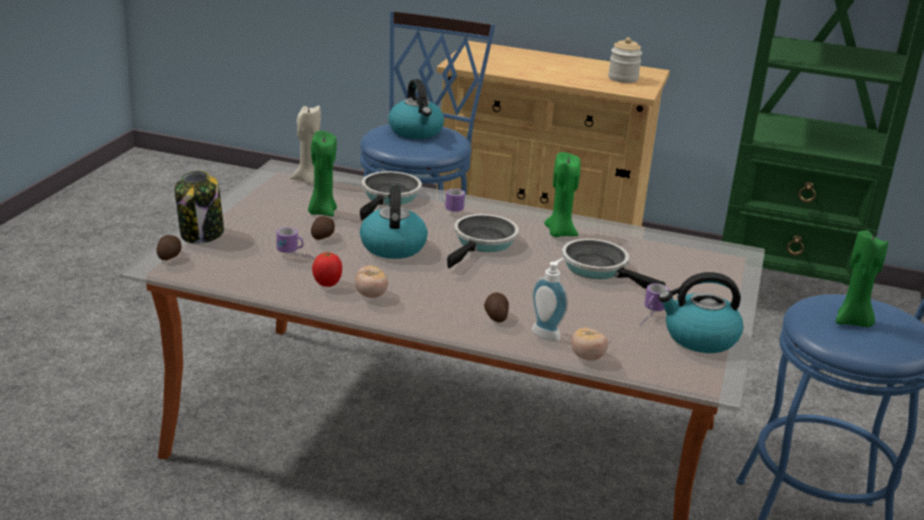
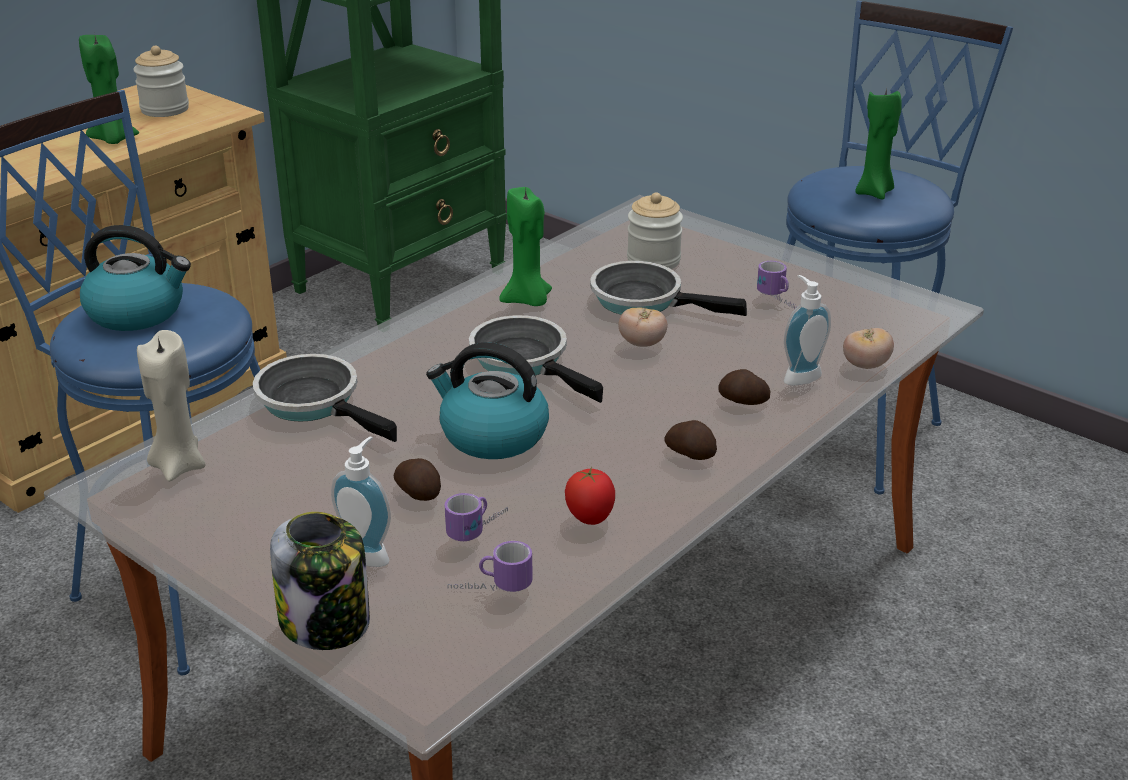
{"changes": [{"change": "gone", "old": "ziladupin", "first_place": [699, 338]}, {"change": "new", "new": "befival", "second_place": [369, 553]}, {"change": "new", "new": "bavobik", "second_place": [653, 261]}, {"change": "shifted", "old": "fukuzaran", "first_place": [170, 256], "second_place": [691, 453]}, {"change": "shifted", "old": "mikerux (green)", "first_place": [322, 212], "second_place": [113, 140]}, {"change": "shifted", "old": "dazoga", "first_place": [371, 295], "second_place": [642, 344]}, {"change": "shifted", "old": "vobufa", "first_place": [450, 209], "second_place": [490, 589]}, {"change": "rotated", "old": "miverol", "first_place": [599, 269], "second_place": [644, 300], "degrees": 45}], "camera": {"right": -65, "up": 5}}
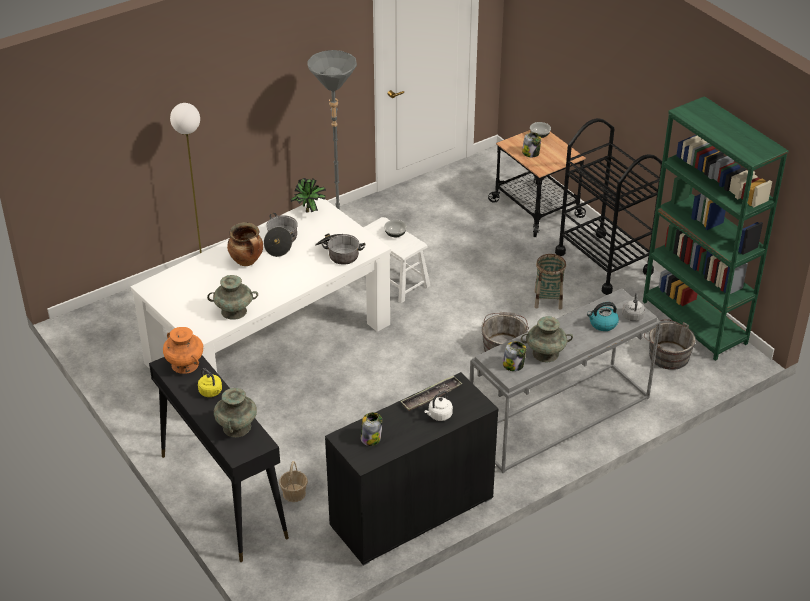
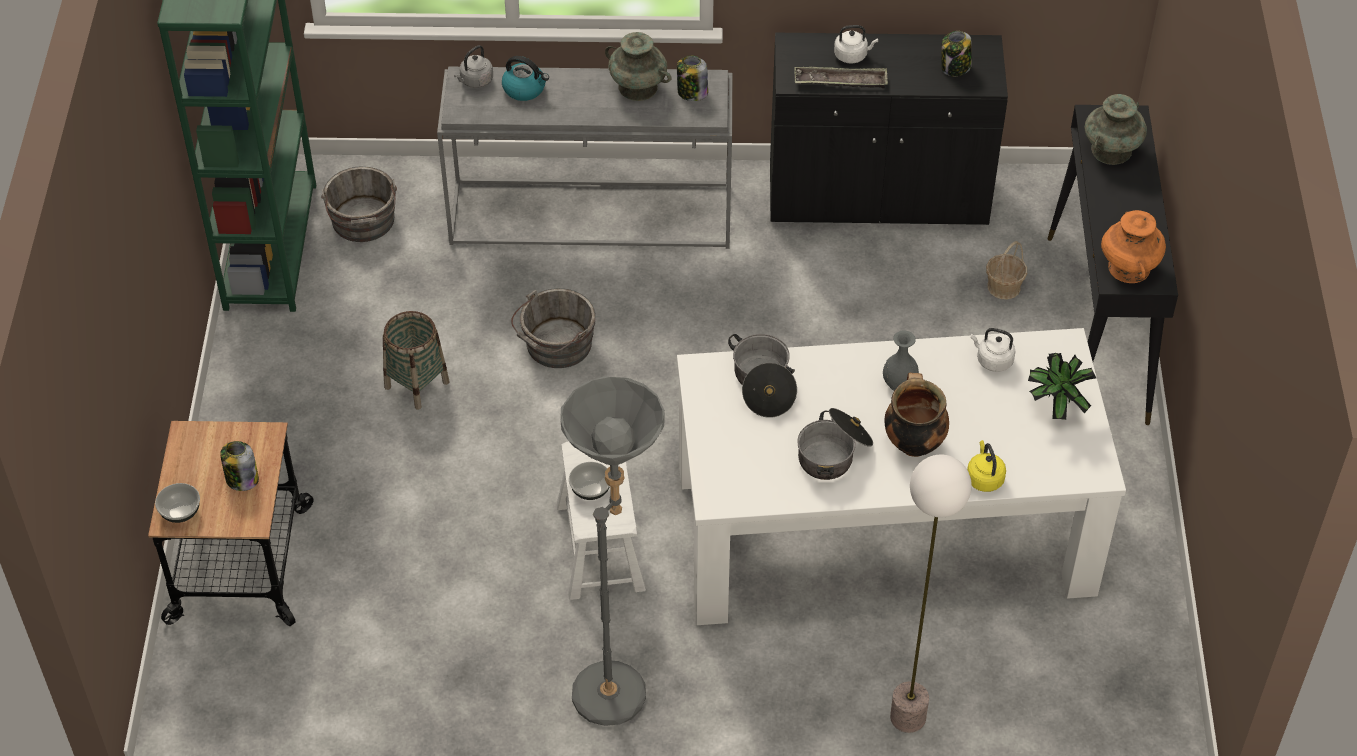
{"changes": [{"change": "gone", "old": "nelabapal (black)", "first_place": [603, 263]}, {"change": "new", "new": "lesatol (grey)", "second_place": [899, 383]}, {"change": "shifted", "old": "ziladupin (yellow)", "first_place": [211, 392], "second_place": [984, 478]}, {"change": "shifted", "old": "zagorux", "first_place": [310, 211], "second_place": [1055, 408]}, {"change": "swapped", "old": "lesatol (turquoise)", "new": "ziladupin (white)", "first_place": [234, 311], "second_place": [992, 360]}], "camera": {"right": -145, "up": 10}}
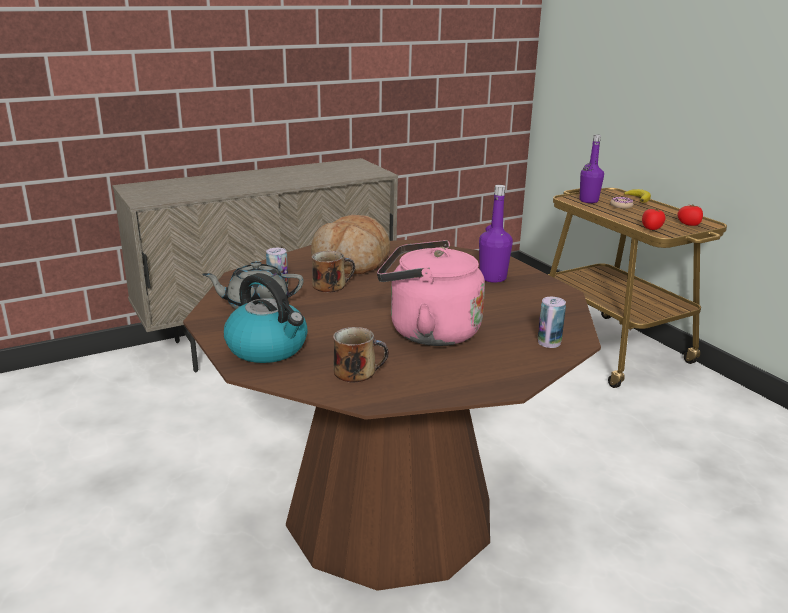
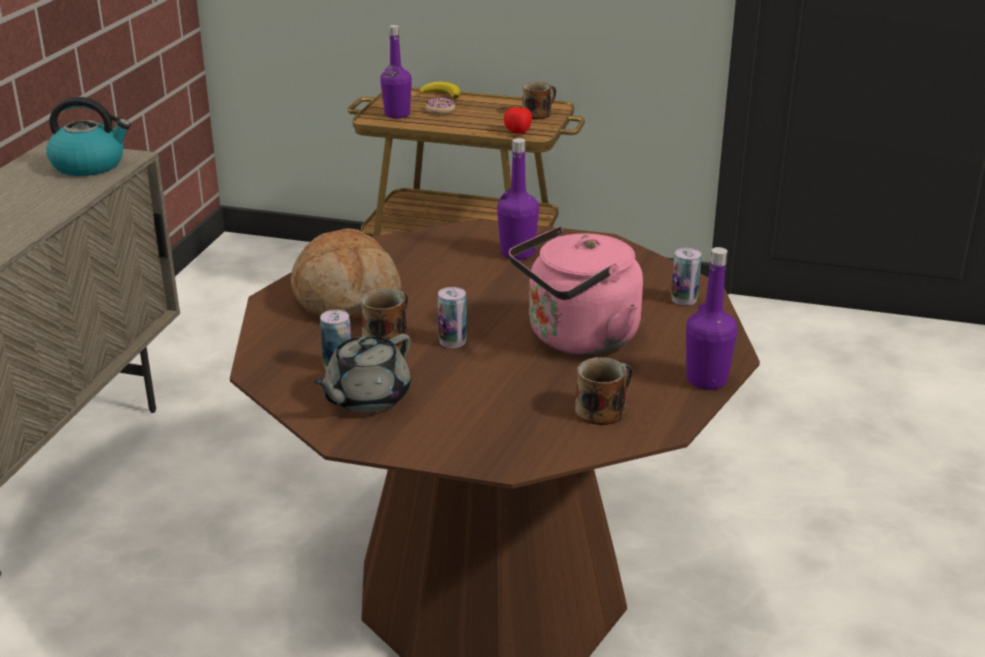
{"changes": [{"change": "new", "new": "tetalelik", "second_place": [452, 341]}, {"change": "new", "new": "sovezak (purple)", "second_place": [706, 380]}, {"change": "shifted", "old": "ziladupin", "first_place": [268, 348], "second_place": [90, 165]}, {"change": "swapped", "old": "dazoga", "new": "vobufa", "first_place": [689, 224], "second_place": [538, 113]}], "camera": {"right": -45, "up": 5}}
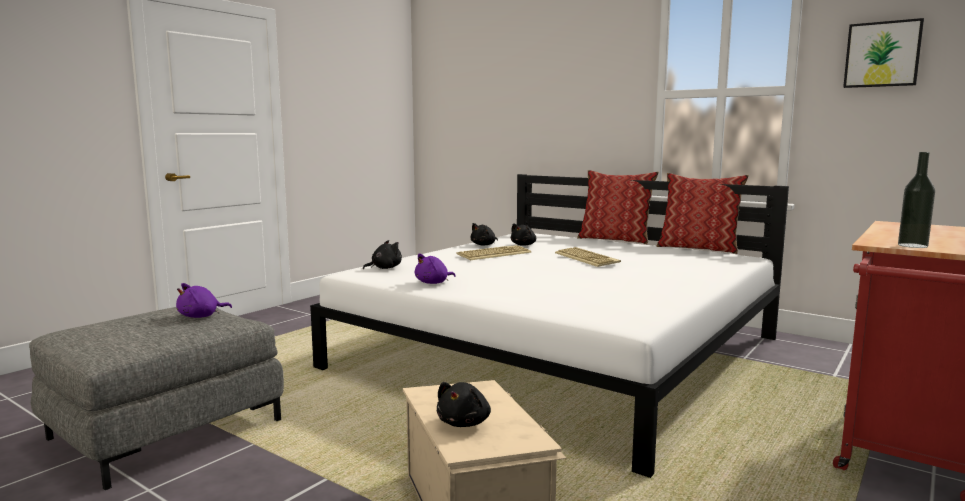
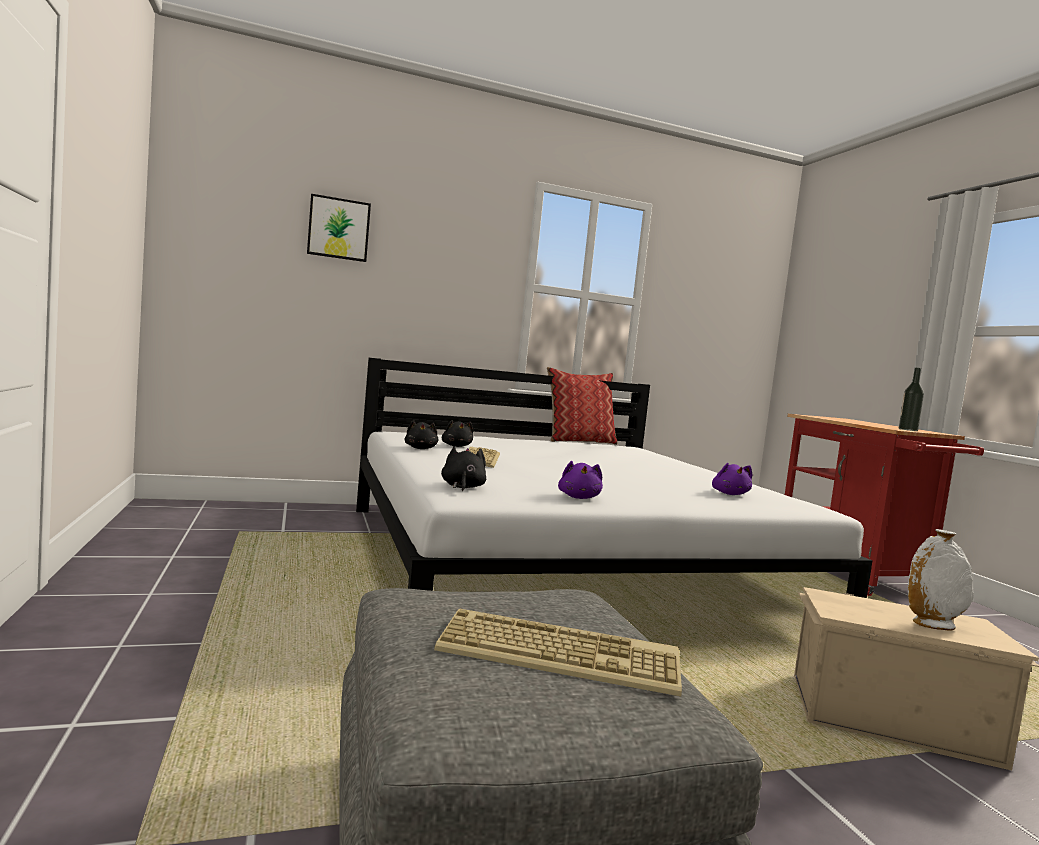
{"changes": [{"change": "gone", "old": "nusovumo", "first_place": [615, 239]}, {"change": "shifted", "old": "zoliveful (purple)", "first_place": [201, 316], "second_place": [730, 494]}, {"change": "shifted", "old": "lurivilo", "first_place": [588, 258], "second_place": [561, 652]}, {"change": "shifted", "old": "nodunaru", "first_place": [882, 54], "second_place": [338, 229]}, {"change": "swapped", "old": "zoliveful (black)", "new": "lesatol (white)", "first_place": [465, 422], "second_place": [934, 625]}], "camera": {"right": -55, "up": -5}}
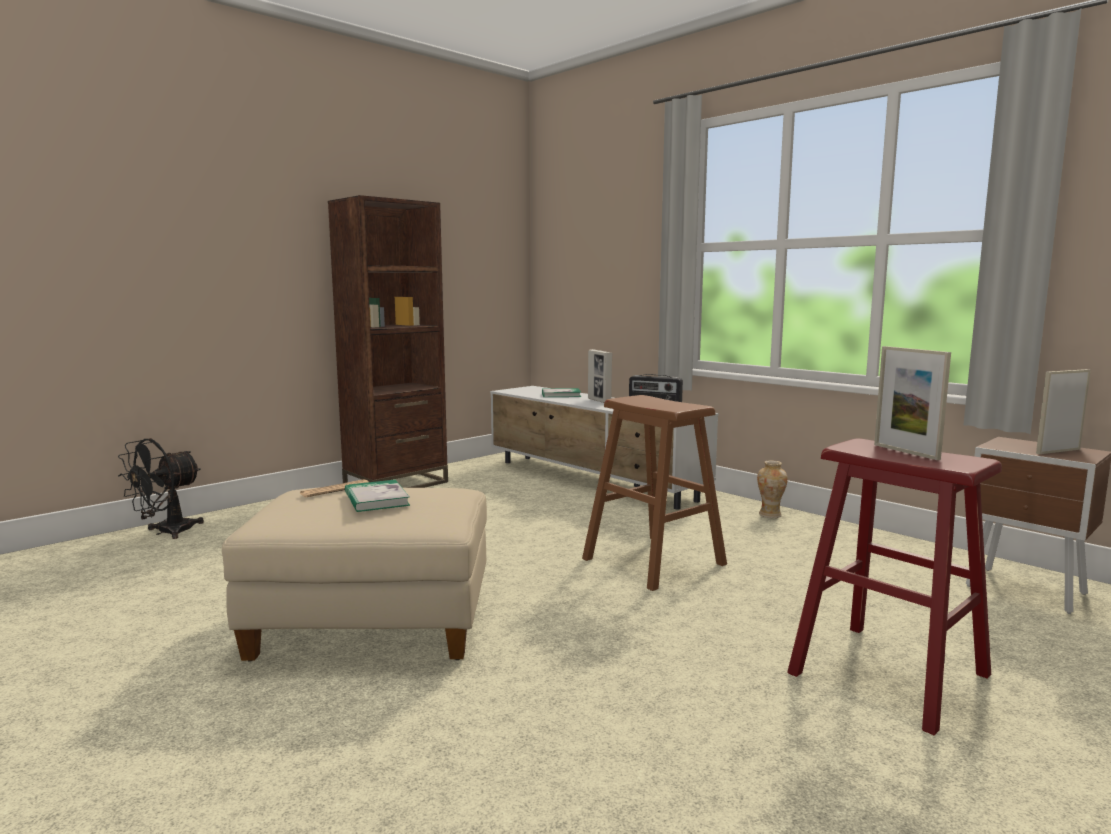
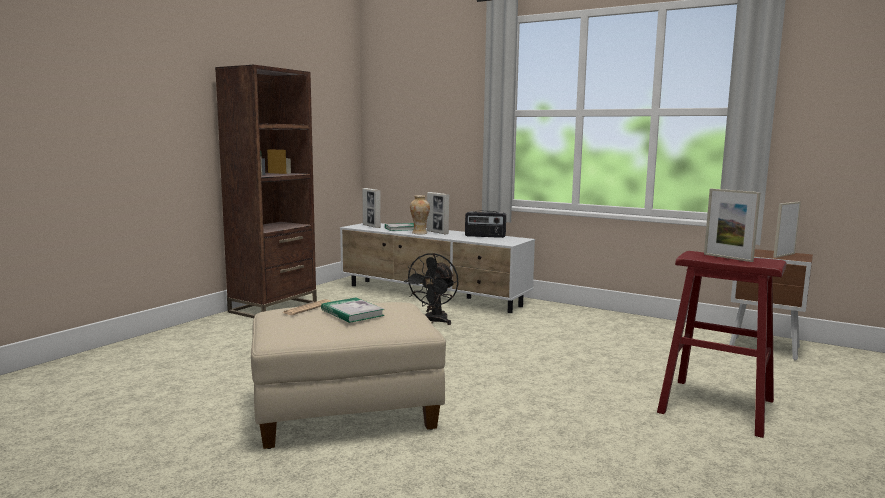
{"changes": [{"change": "gone", "old": "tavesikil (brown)", "first_place": [654, 561]}, {"change": "new", "new": "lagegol", "second_place": [371, 226]}, {"change": "shifted", "old": "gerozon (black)", "first_place": [166, 532], "second_place": [434, 321]}, {"change": "shifted", "old": "lesatol", "first_place": [770, 515], "second_place": [419, 233]}], "camera": {"right": -15, "up": 0}}
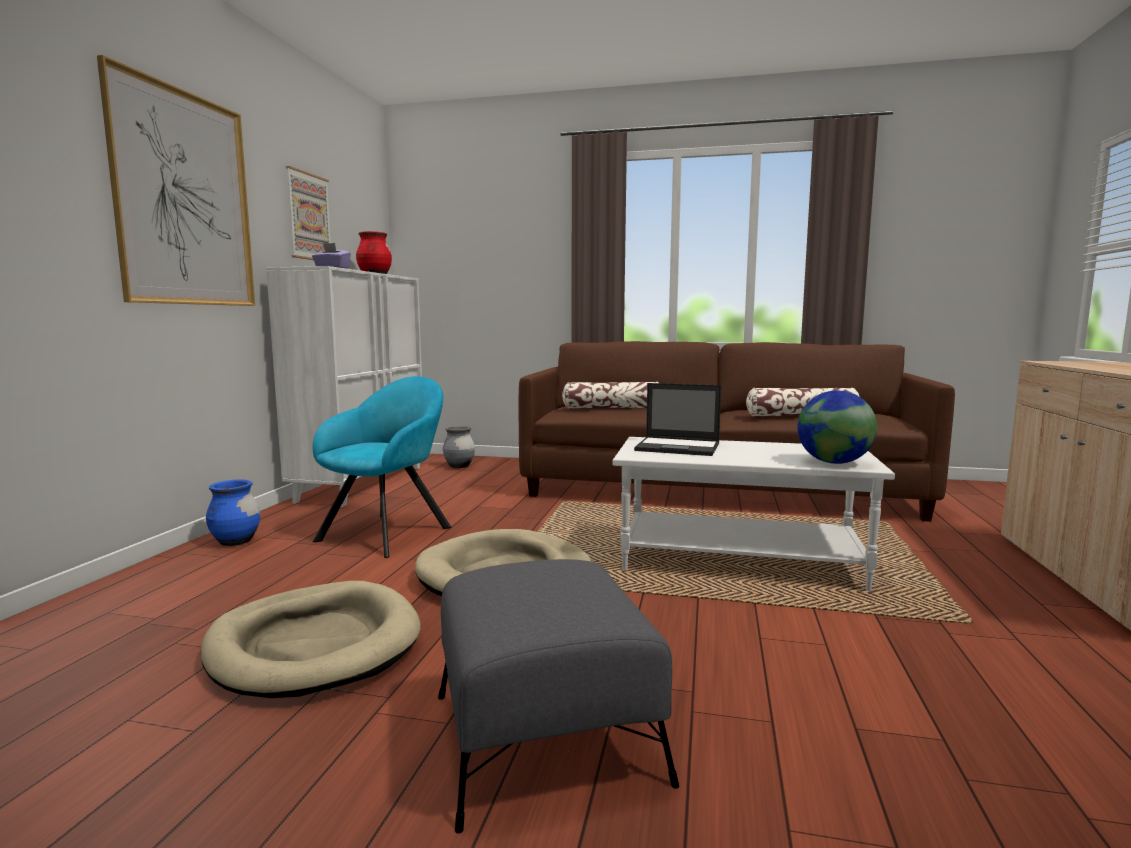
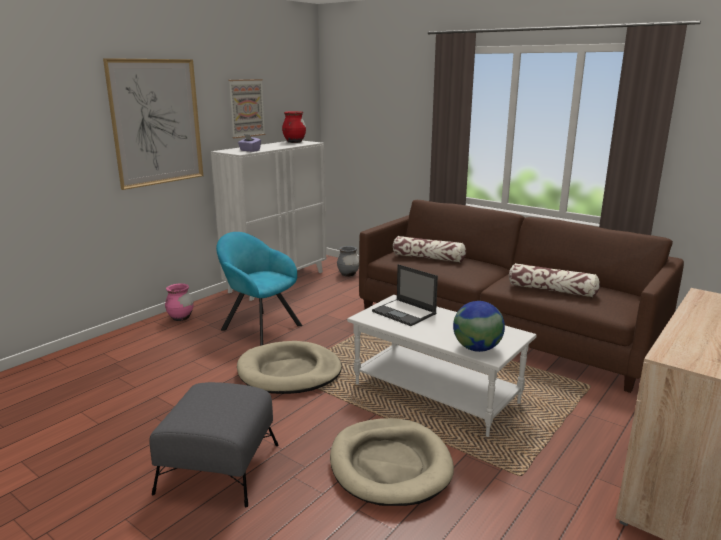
{"changes": [{"change": "shifted", "old": "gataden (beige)", "first_place": [315, 645], "second_place": [390, 465]}, {"change": "repainted", "old": "lesatol (blue)", "new": "lesatol (pink)", "first_place": [236, 542], "second_place": [181, 318]}, {"change": "rotated", "old": "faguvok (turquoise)", "first_place": [389, 532], "second_place": [259, 326], "degrees": -105}], "camera": {"right": 25, "up": 10}}
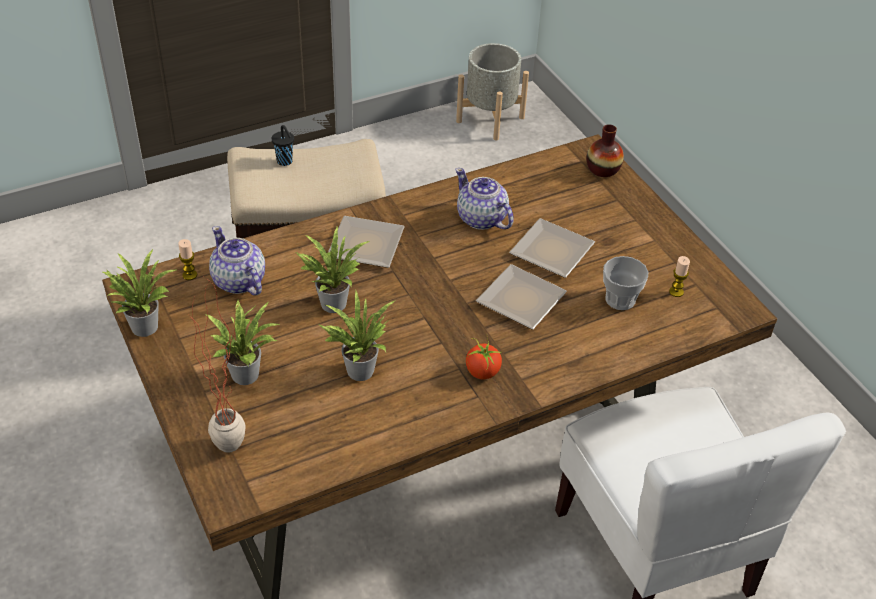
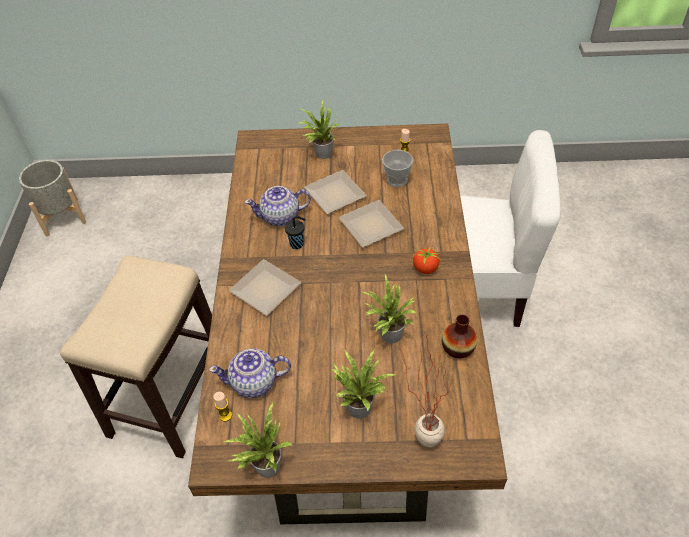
{"changes": [{"change": "shifted", "old": "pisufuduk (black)", "first_place": [285, 162], "second_place": [297, 244]}, {"change": "shifted", "old": "zagorux", "first_place": [332, 301], "second_place": [321, 153]}, {"change": "shifted", "old": "lesatol", "first_place": [603, 169], "second_place": [458, 348]}], "camera": {"right": -60, "up": 5}}
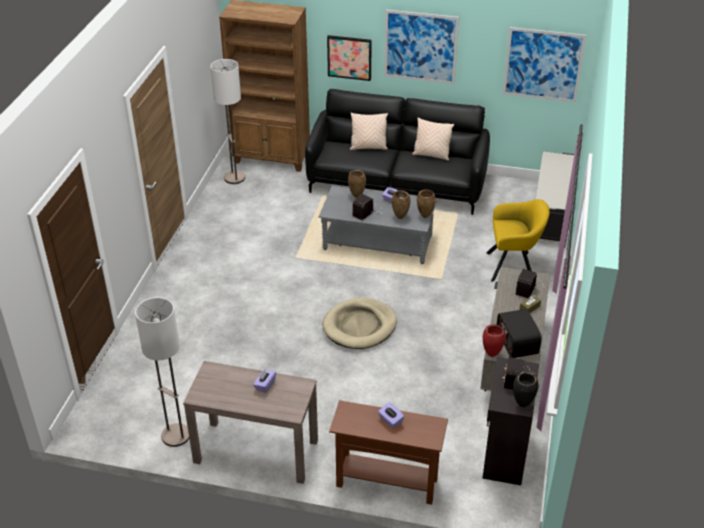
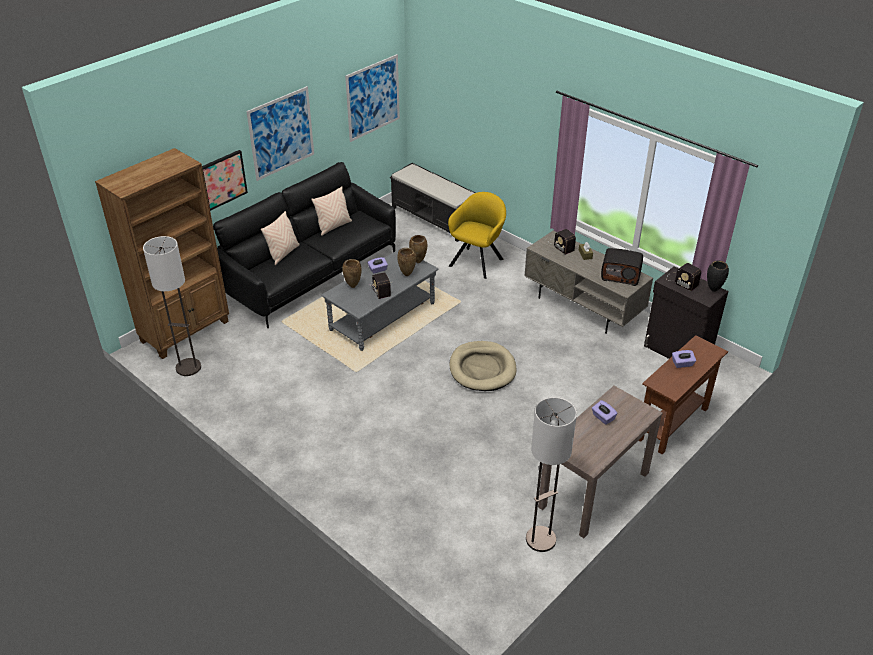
{"changes": [{"change": "gone", "old": "lesatol (red)", "first_place": [491, 355]}], "camera": {"right": -60, "up": 0}}
